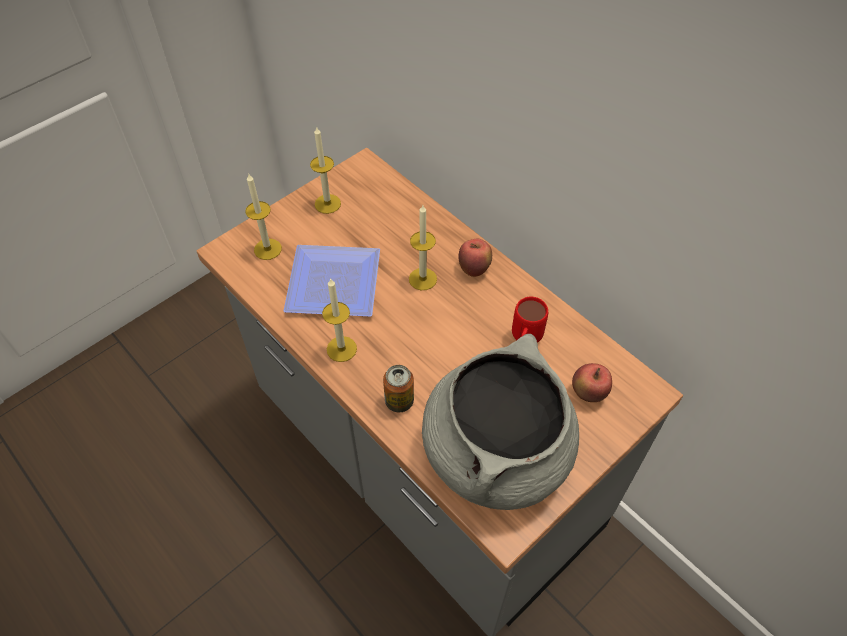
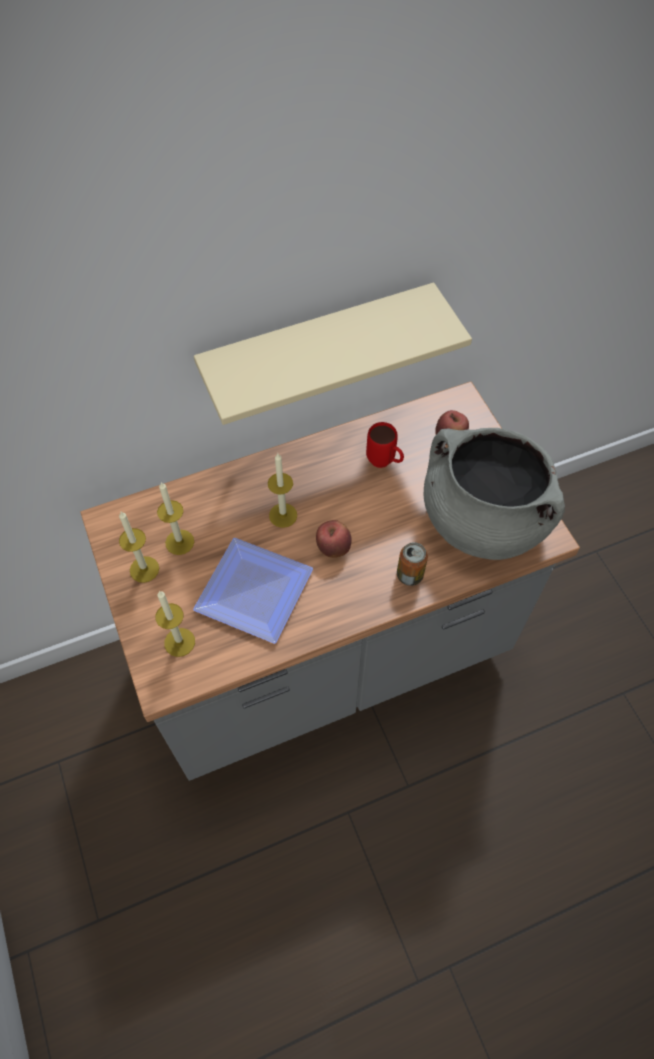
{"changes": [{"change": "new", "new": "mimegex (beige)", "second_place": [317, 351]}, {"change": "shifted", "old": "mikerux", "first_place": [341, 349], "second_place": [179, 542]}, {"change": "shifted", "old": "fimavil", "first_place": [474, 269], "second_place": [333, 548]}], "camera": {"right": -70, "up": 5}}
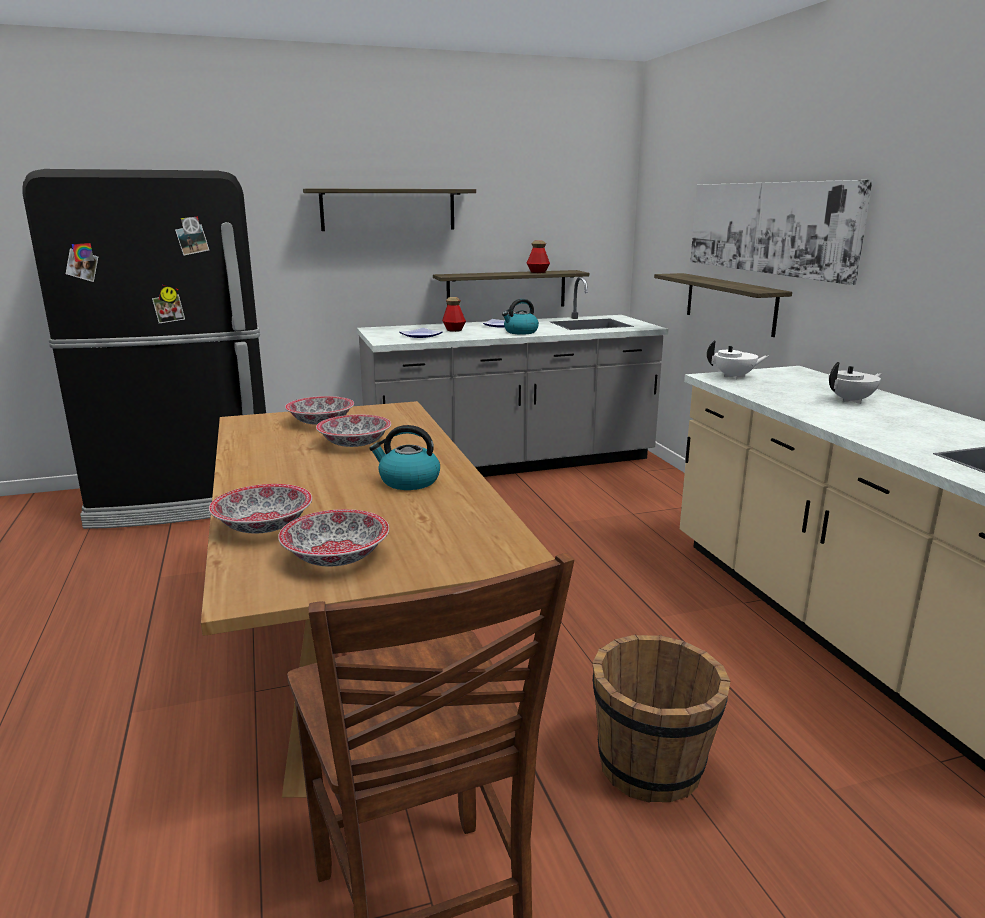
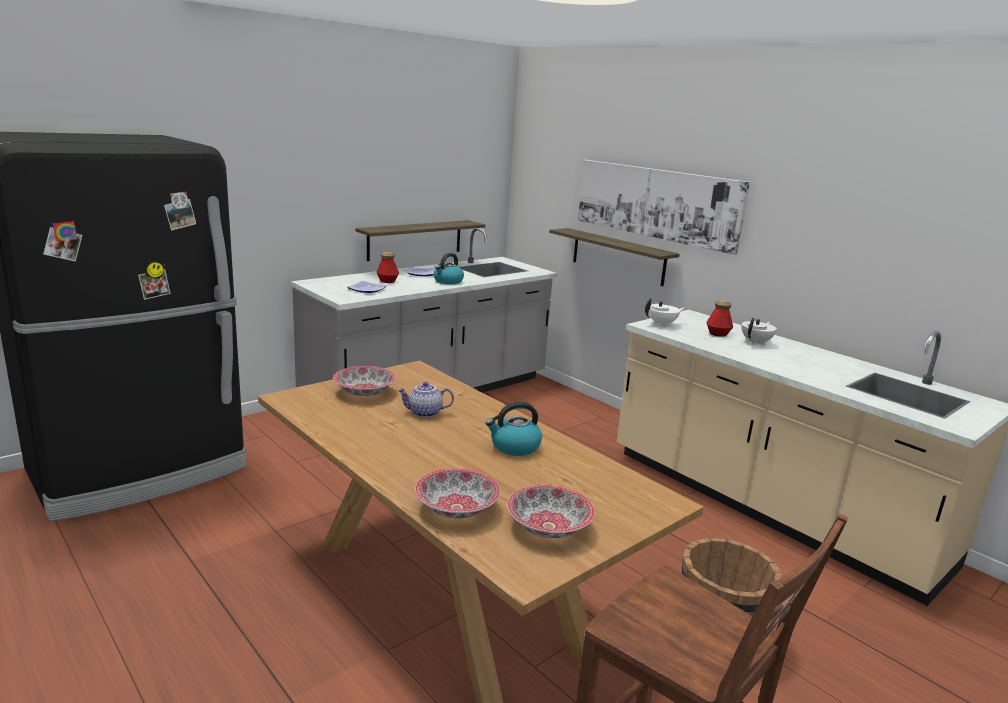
{"changes": [{"change": "gone", "old": "mimegex", "first_place": [388, 209]}, {"change": "shifted", "old": "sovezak", "first_place": [538, 272], "second_place": [718, 334]}, {"change": "swapped", "old": "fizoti", "new": "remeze", "first_place": [355, 444], "second_place": [424, 413]}], "camera": {"right": -25, "up": 0}}
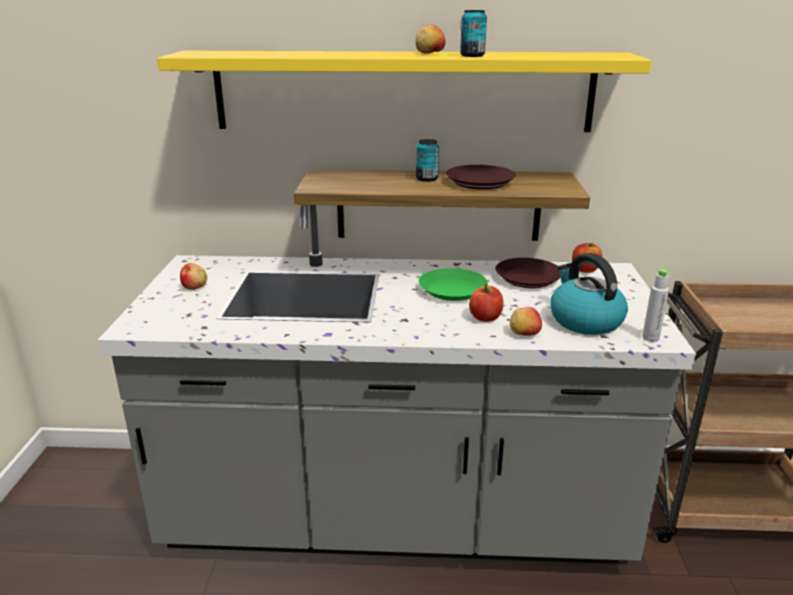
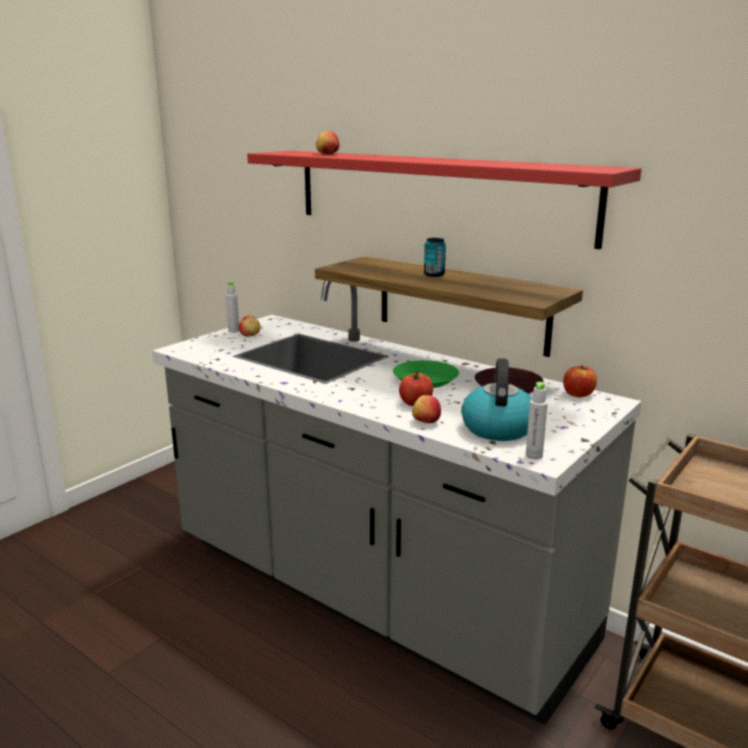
{"changes": [{"change": "gone", "old": "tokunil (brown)", "first_place": [480, 182]}, {"change": "gone", "old": "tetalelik", "first_place": [472, 55]}, {"change": "new", "new": "sovezak (grey)", "second_place": [234, 331]}, {"change": "shifted", "old": "fimavil", "first_place": [430, 53], "second_place": [327, 154]}, {"change": "repainted", "old": "mimegex (yellow)", "new": "mimegex (red)", "first_place": [403, 91], "second_place": [435, 194]}], "camera": {"right": 35, "up": -5}}
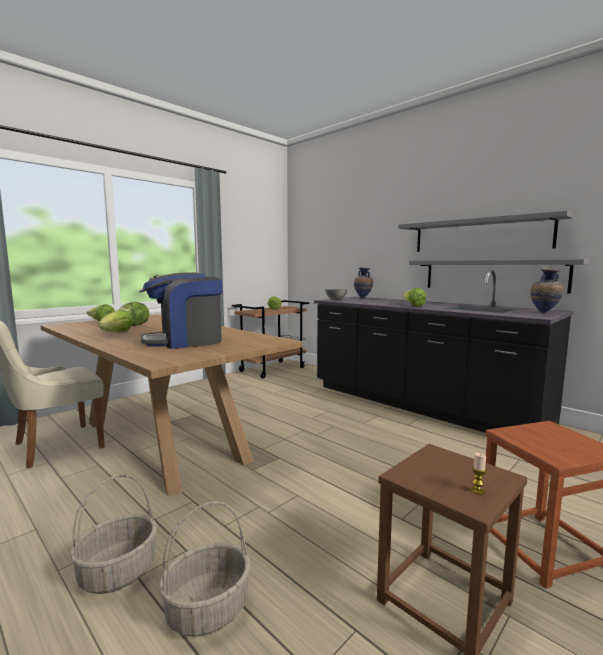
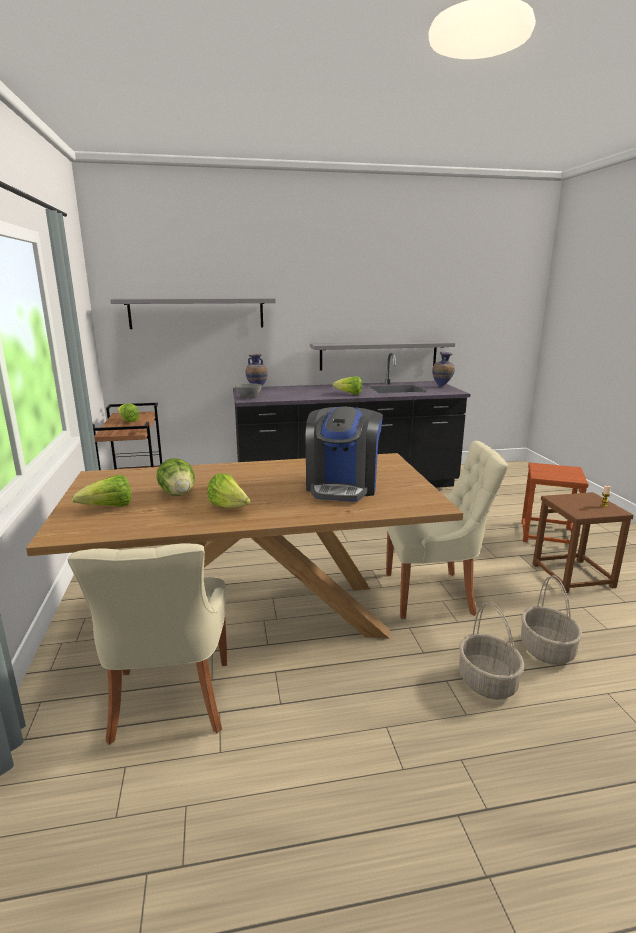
{"changes": [{"change": "new", "new": "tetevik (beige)", "second_place": [432, 593]}, {"change": "shifted", "old": "mimegex (grey)", "first_place": [479, 235], "second_place": [196, 313]}], "camera": {"right": -55, "up": 10}}
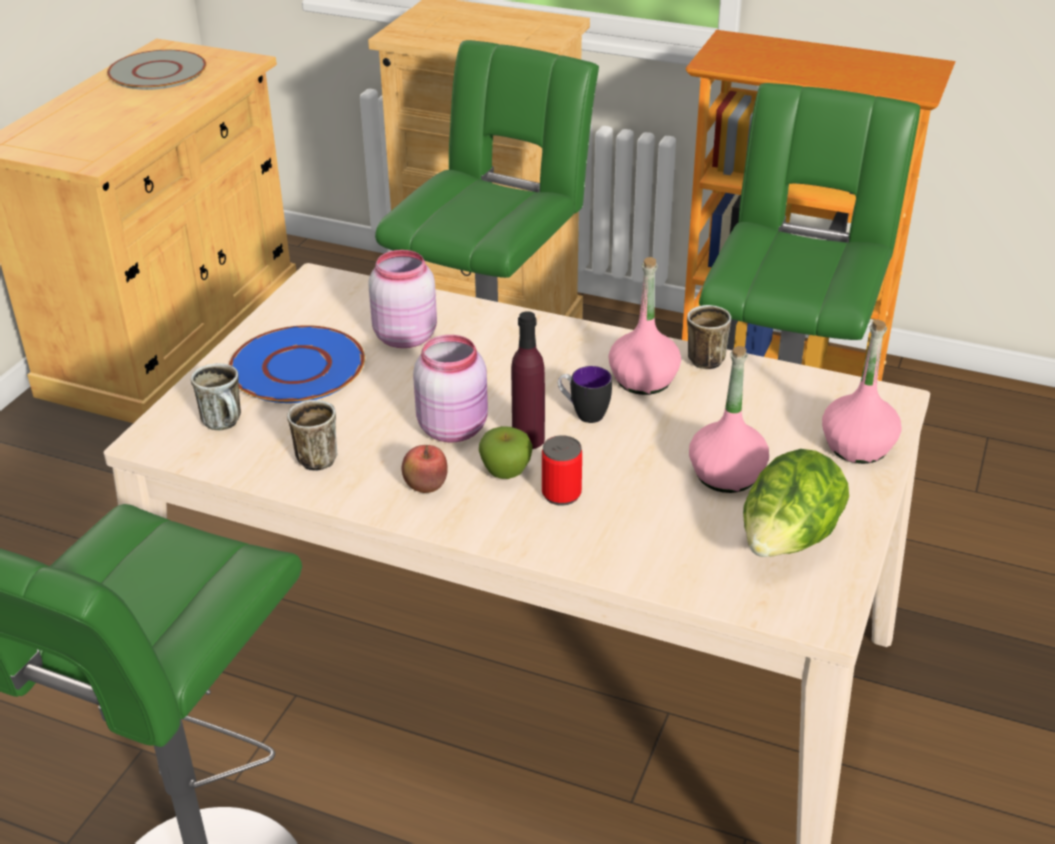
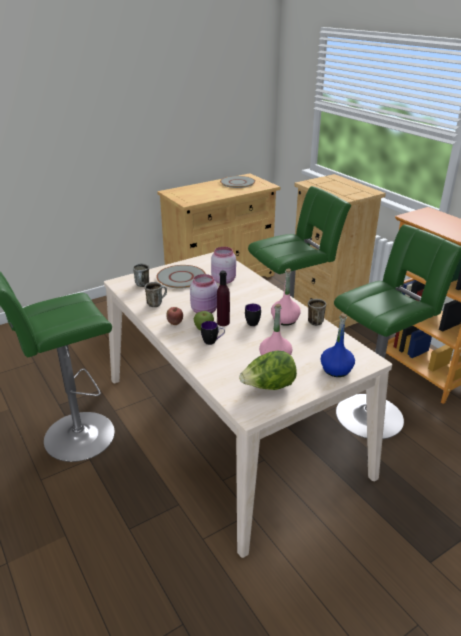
{"changes": [{"change": "swapped", "old": "tetalelik", "new": "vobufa", "first_place": [561, 494], "second_place": [213, 342]}, {"change": "repainted", "old": "tokunil (blue)", "new": "tokunil (grey)", "first_place": [297, 368], "second_place": [181, 278]}, {"change": "repainted", "old": "sovezak (pink)", "new": "sovezak (blue)", "first_place": [857, 446], "second_place": [336, 369]}], "camera": {"right": 35, "up": -5}}
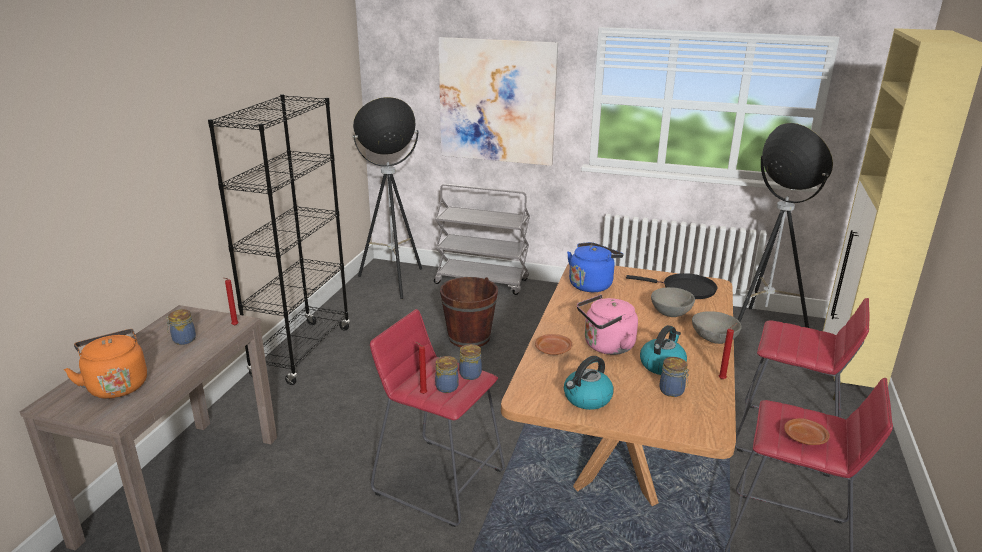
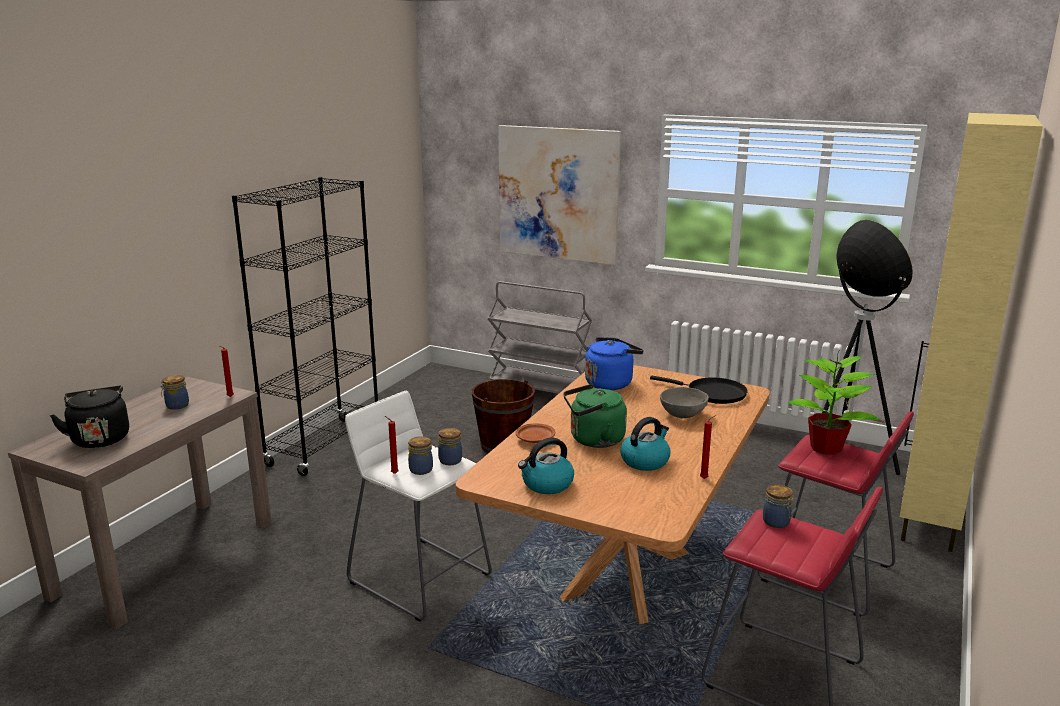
{"changes": [{"change": "gone", "old": "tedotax", "first_place": [394, 282]}, {"change": "gone", "old": "fizoti (grey)", "first_place": [714, 339]}, {"change": "gone", "old": "tokunil (brown)", "first_place": [805, 438]}, {"change": "new", "new": "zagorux", "second_place": [826, 448]}, {"change": "shifted", "old": "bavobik", "first_place": [672, 391], "second_place": [777, 522]}, {"change": "repainted", "old": "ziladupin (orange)", "new": "ziladupin (black)", "first_place": [116, 385], "second_place": [100, 438]}, {"change": "repainted", "old": "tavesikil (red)", "new": "tavesikil (white)", "first_place": [439, 481], "second_place": [420, 577]}, {"change": "repainted", "old": "ziladupin (pink)", "new": "ziladupin (green)", "first_place": [606, 346], "second_place": [593, 440]}], "camera": {"right": 10, "up": -5}}
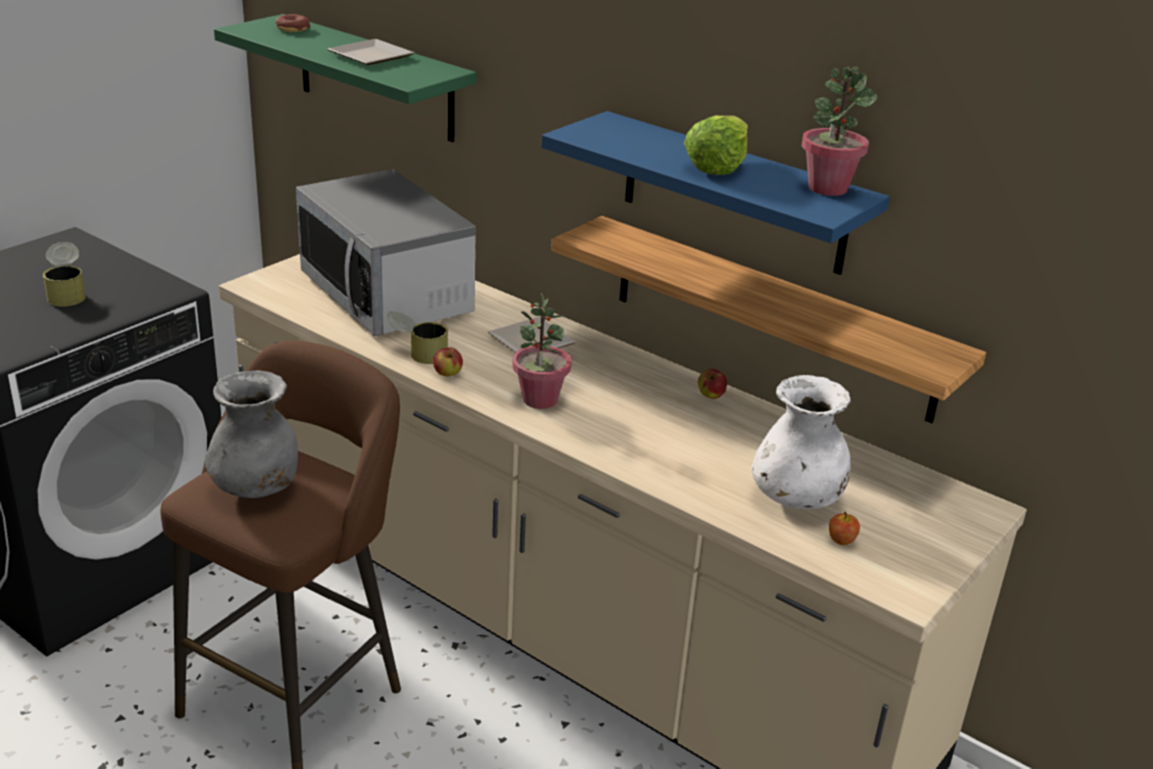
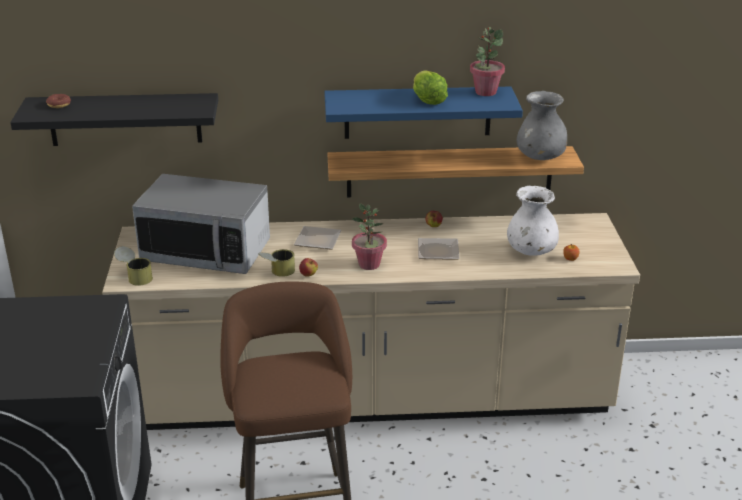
{"changes": [{"change": "shifted", "old": "tetalelik", "first_place": [67, 293], "second_place": [135, 277]}, {"change": "shifted", "old": "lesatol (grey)", "first_place": [256, 488], "second_place": [540, 157]}, {"change": "shifted", "old": "tokunil", "first_place": [374, 57], "second_place": [439, 251]}, {"change": "repainted", "old": "mimegex (green)", "new": "mimegex (black)", "first_place": [375, 78], "second_place": [125, 119]}], "camera": {"right": -40, "up": 0}}
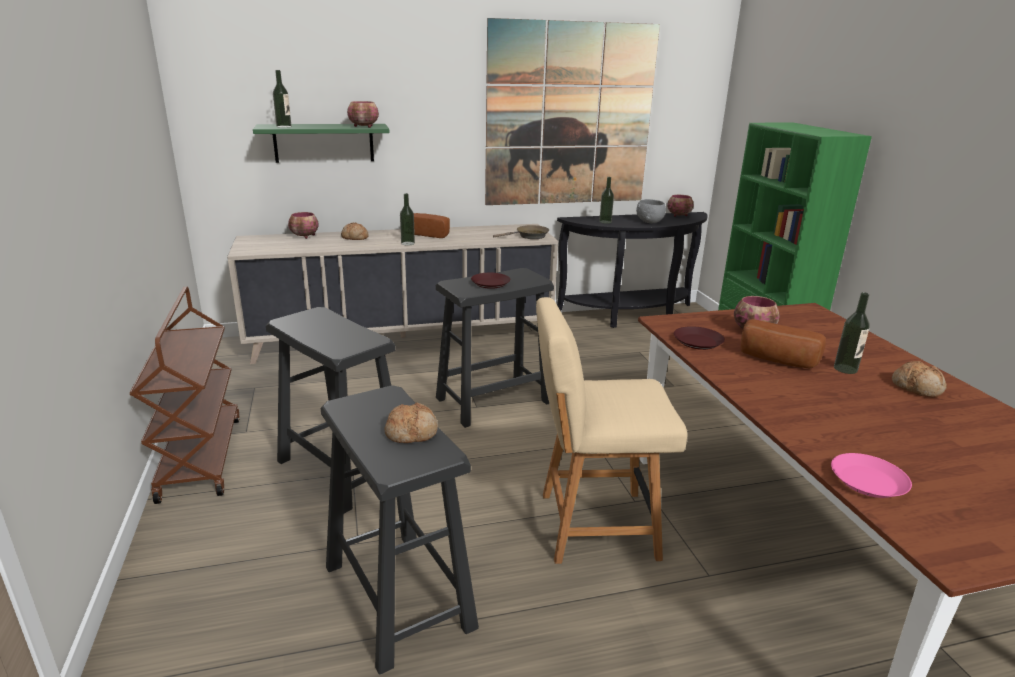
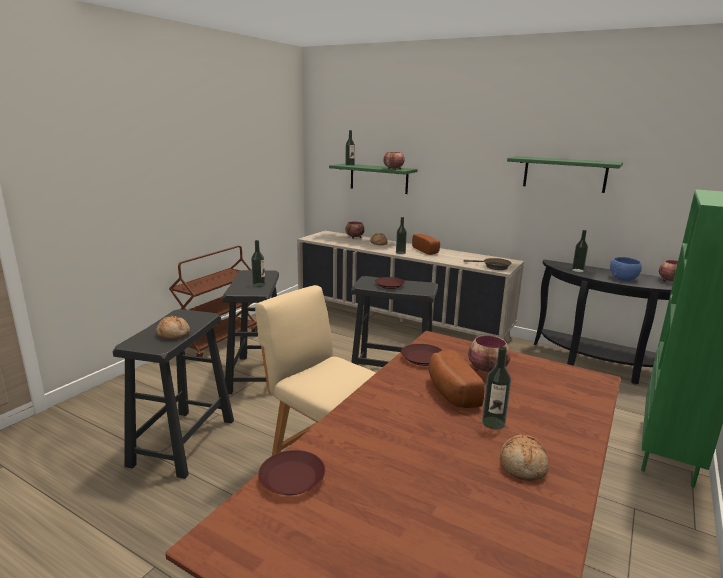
{"changes": [{"change": "new", "new": "sovezak", "second_place": [259, 285]}, {"change": "swapped", "old": "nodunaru", "new": "mimegex (green)", "first_place": [570, 116], "second_place": [564, 174]}, {"change": "repainted", "old": "fizoti (grey)", "new": "fizoti (blue)", "first_place": [650, 222], "second_place": [624, 279]}, {"change": "repainted", "old": "tokunil (pink)", "new": "tokunil (brown)", "first_place": [868, 481], "second_place": [292, 478]}], "camera": {"right": 45, "up": -5}}
